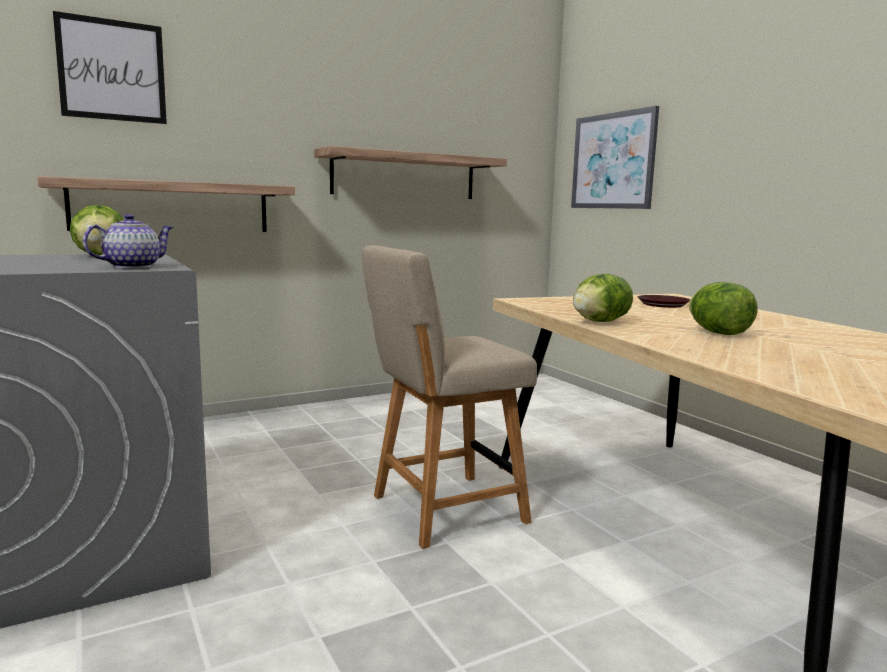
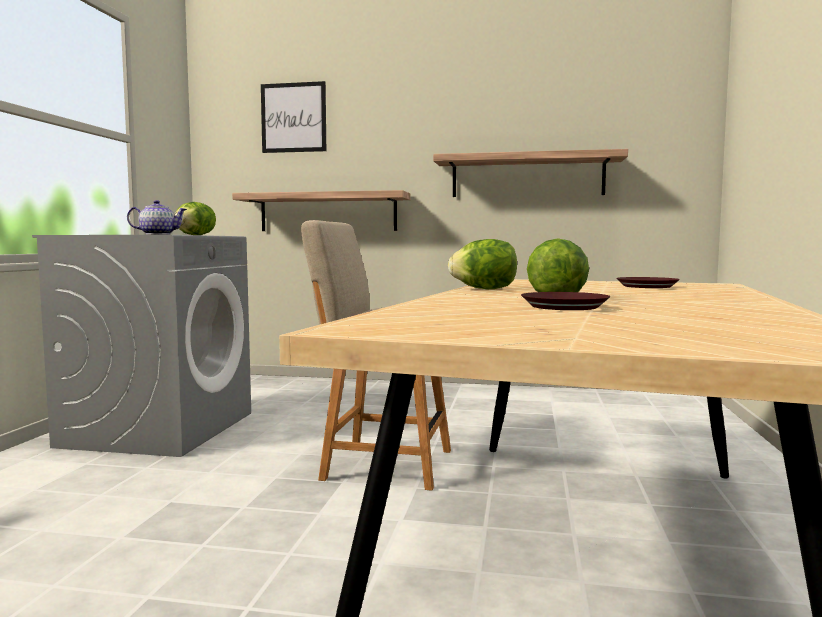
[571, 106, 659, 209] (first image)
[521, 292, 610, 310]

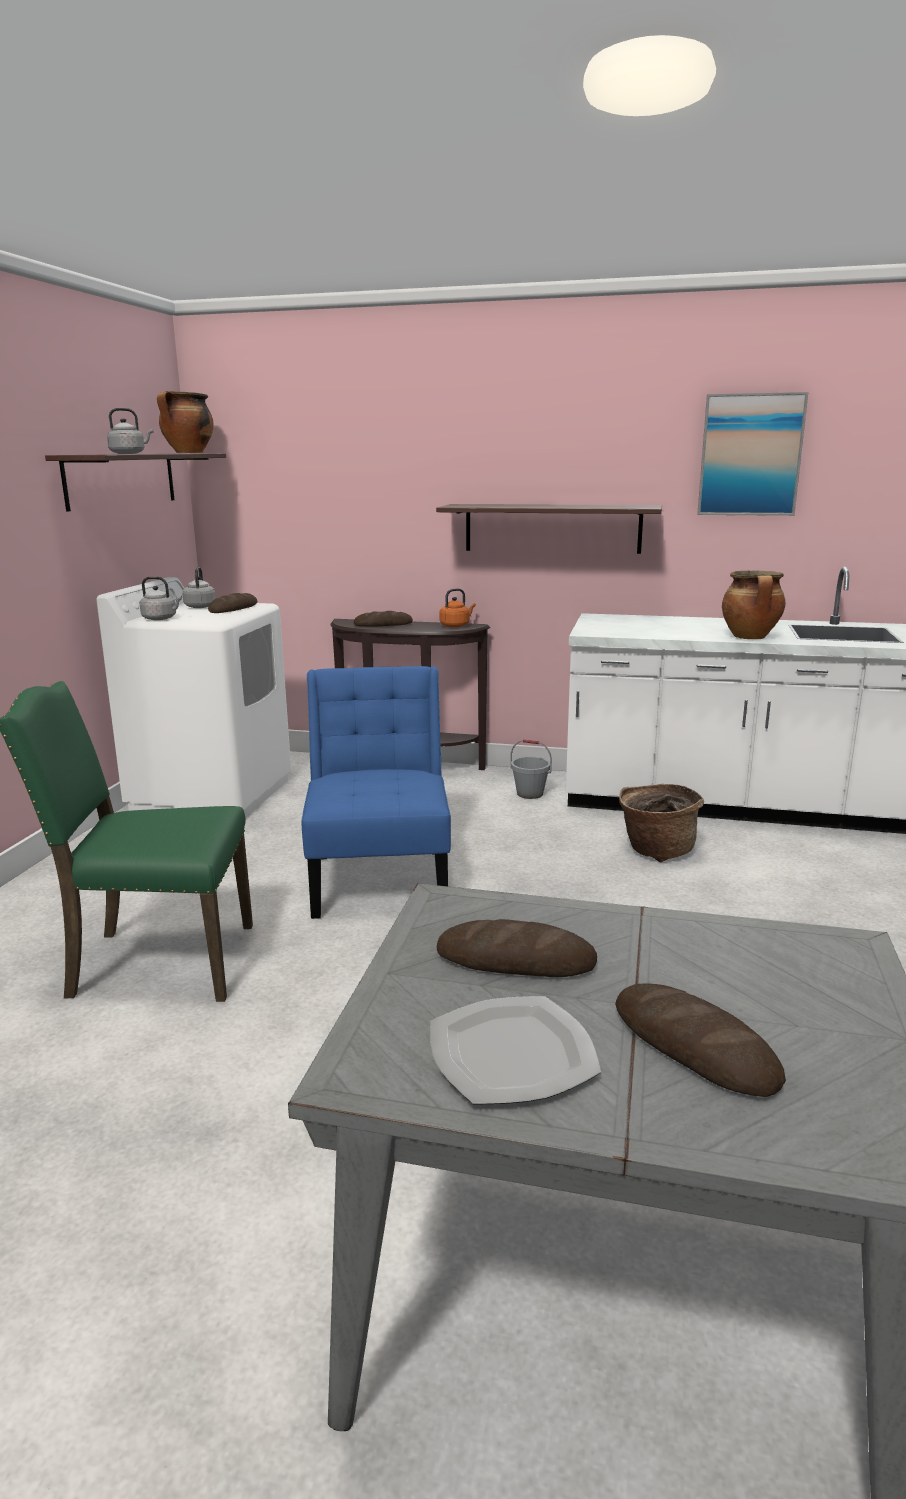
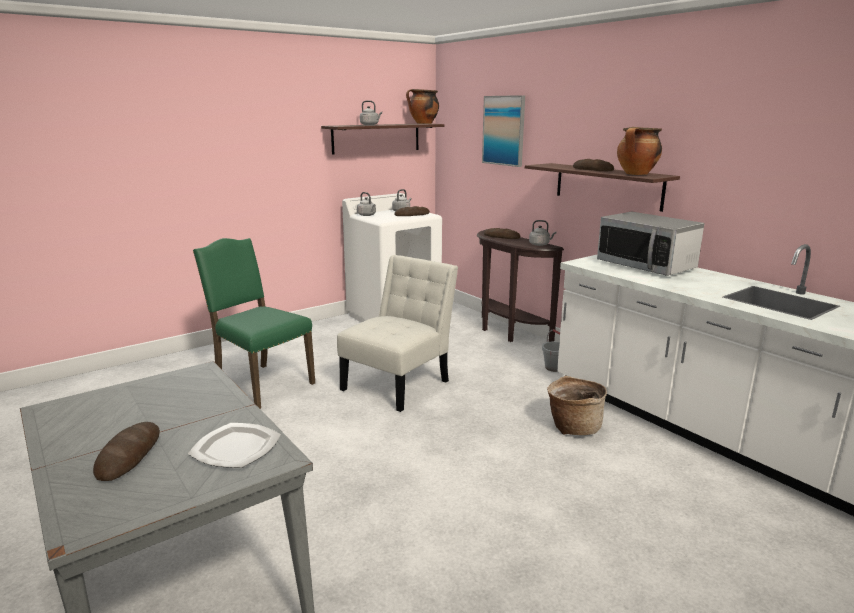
[337, 255, 458, 412]
[188, 423, 281, 468]
[573, 159, 614, 171]
[529, 220, 556, 246]
[482, 95, 525, 167]
[617, 127, 662, 175]
[597, 212, 704, 276]

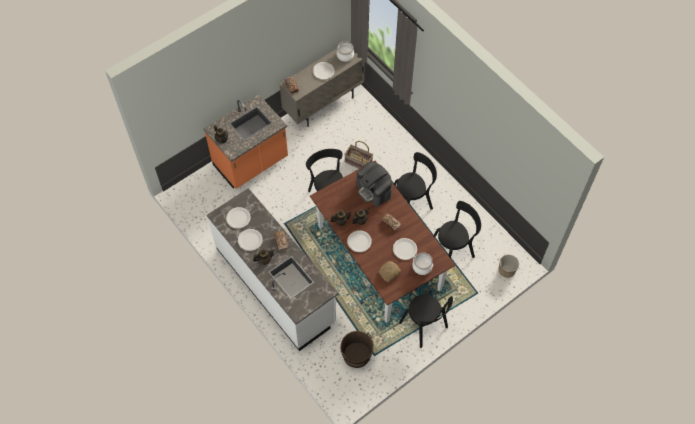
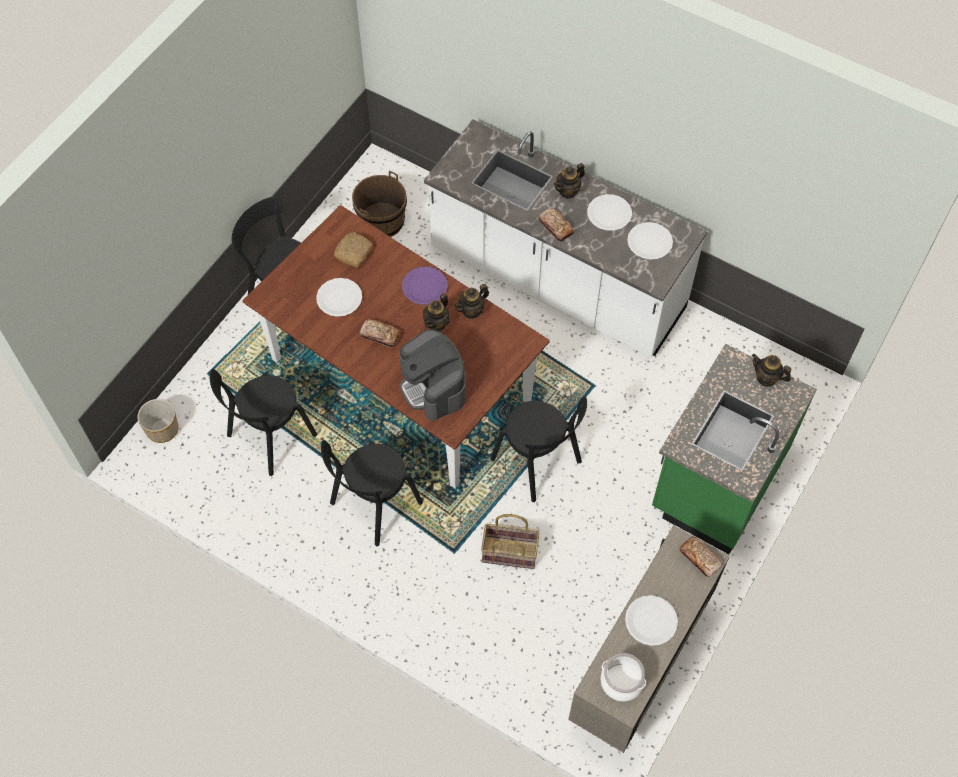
[652, 344, 817, 554]
[402, 267, 448, 305]
[399, 329, 466, 421]
[412, 253, 433, 275] (first image)

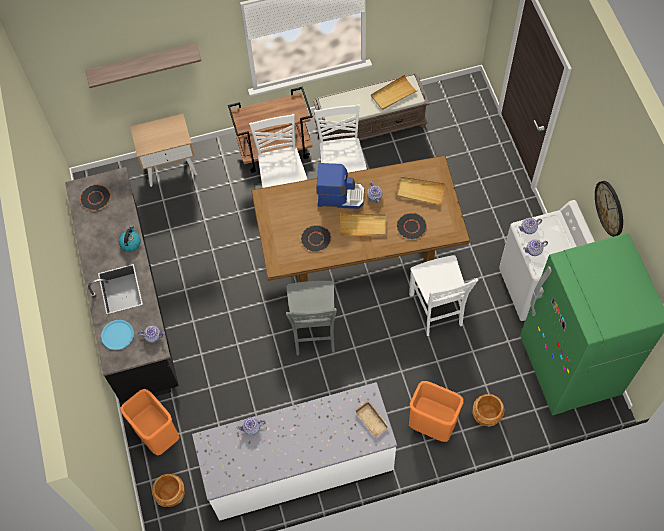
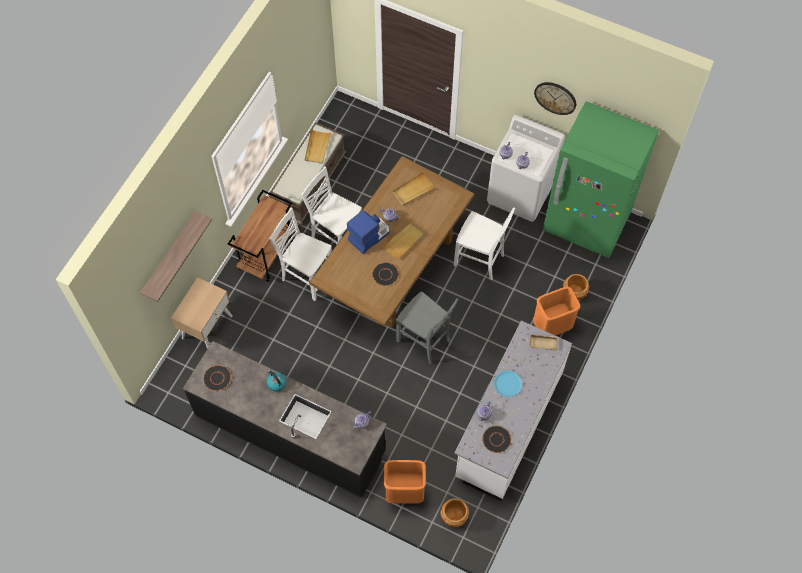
[494, 371, 522, 397]
[482, 425, 511, 453]

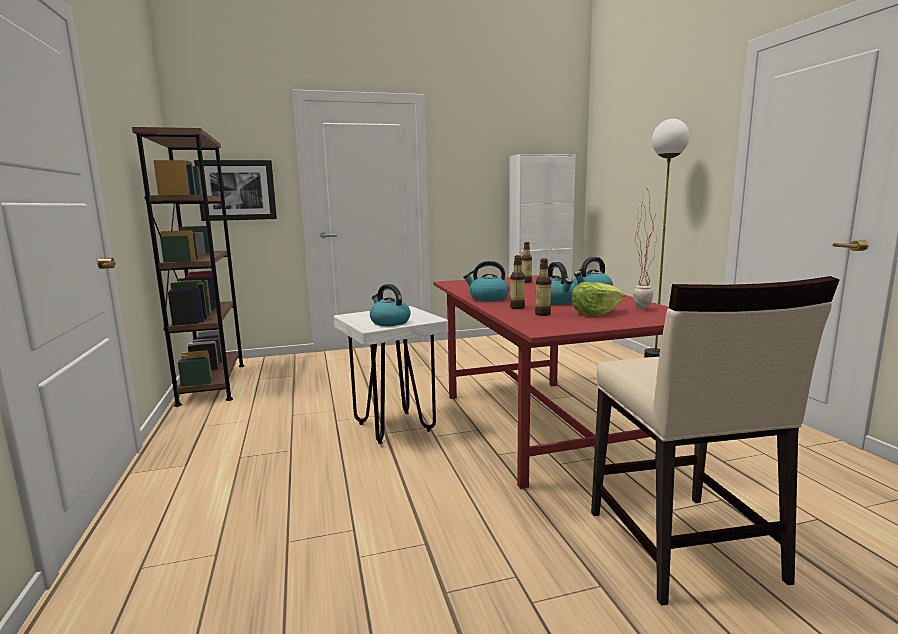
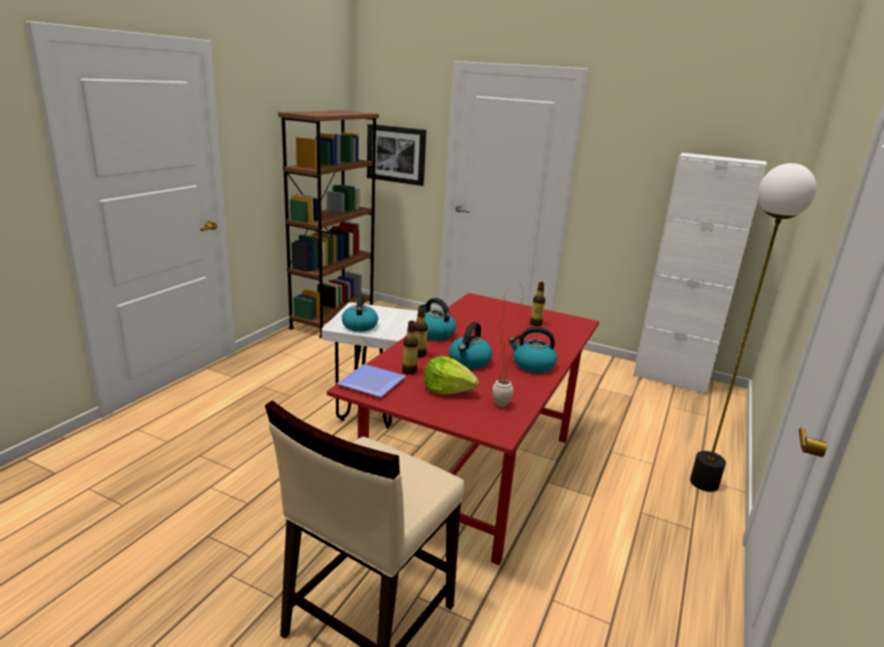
[337, 364, 406, 397]

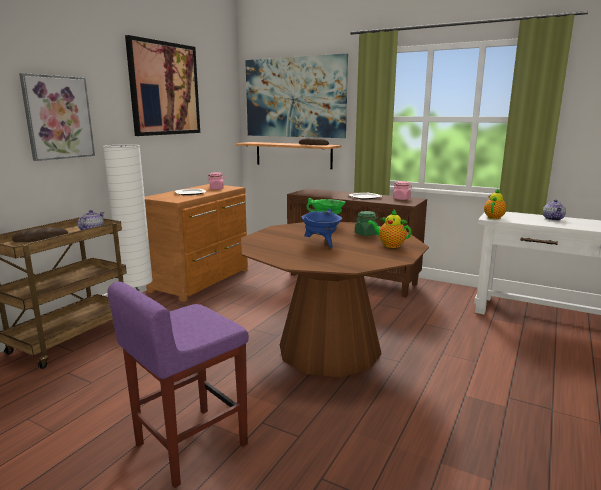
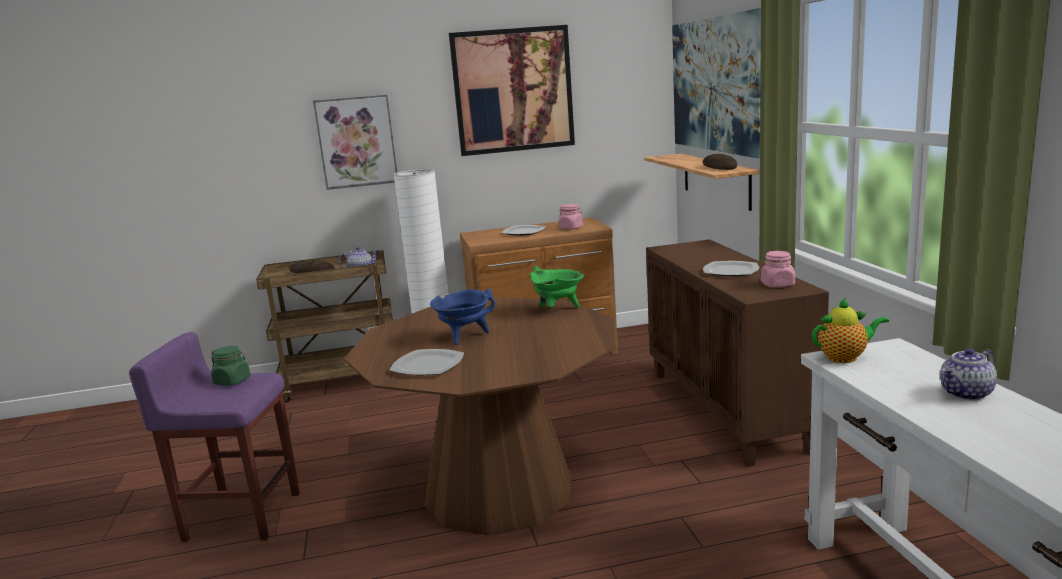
[211, 346, 250, 386]
[367, 209, 411, 248] (first image)
[389, 349, 464, 375]

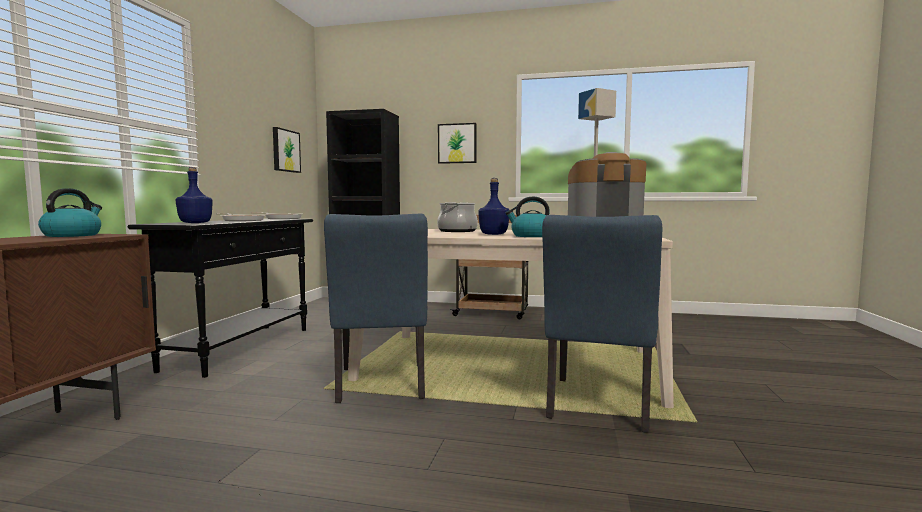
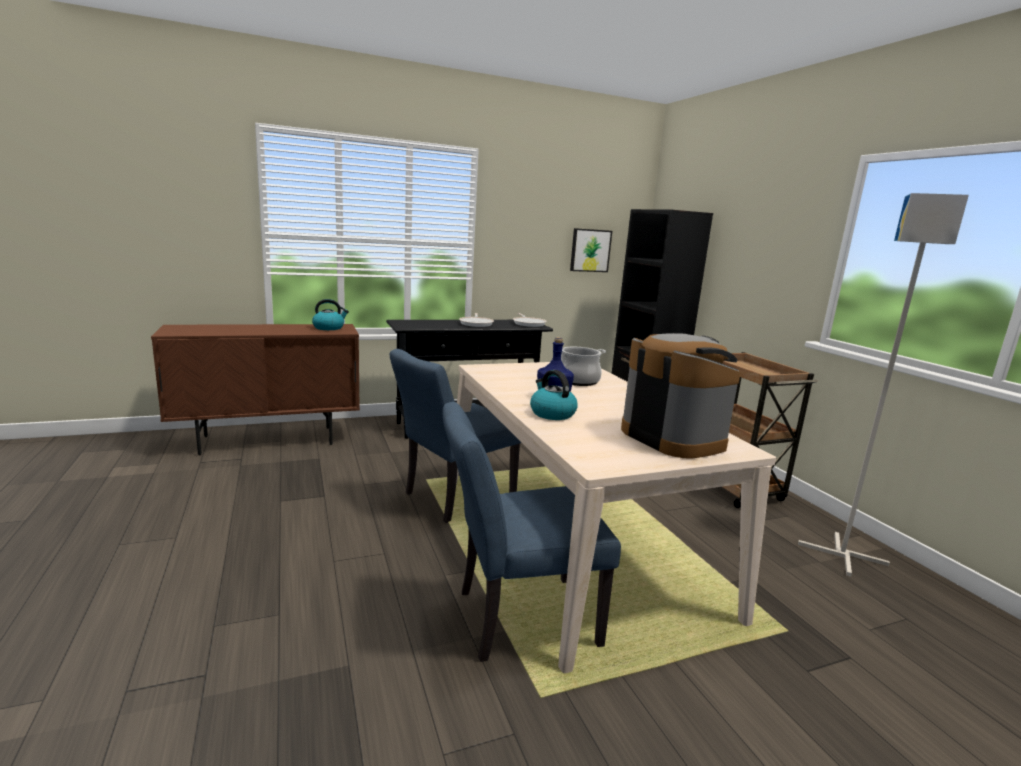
[175, 167, 213, 223] (first image)
[438, 123, 477, 164] (first image)

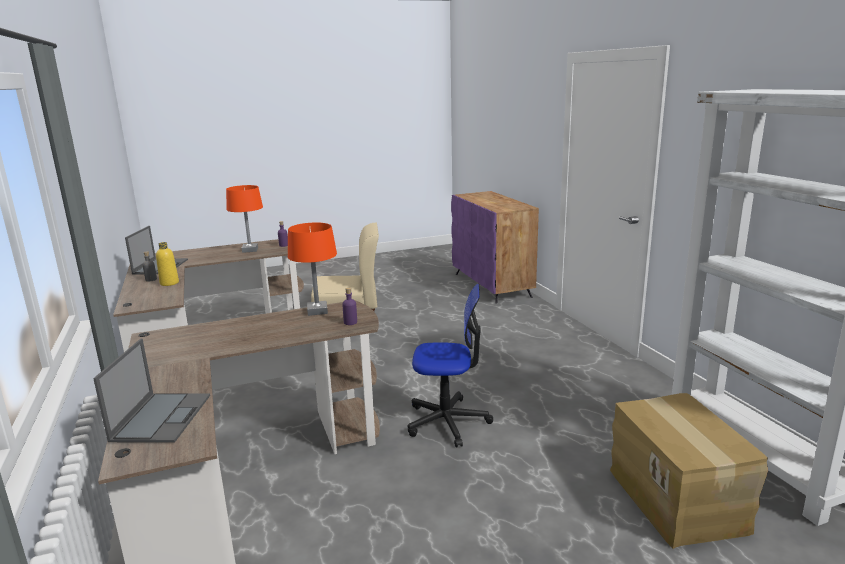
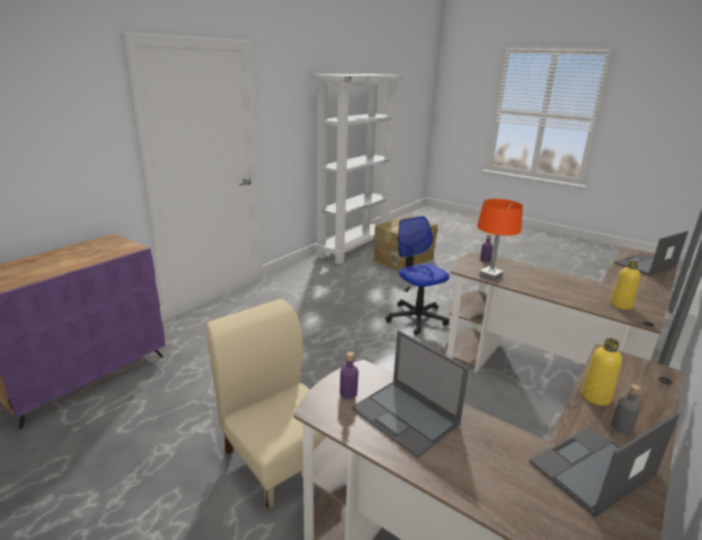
[352, 330, 469, 458]
[610, 261, 641, 310]

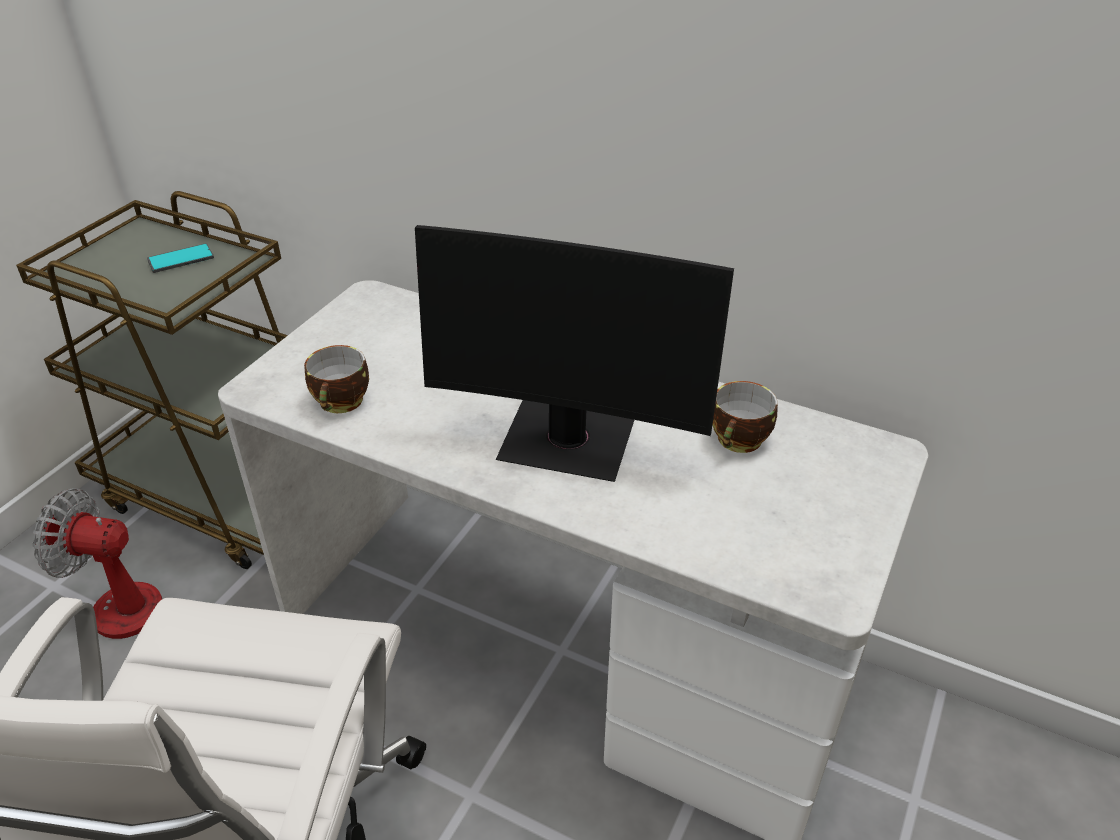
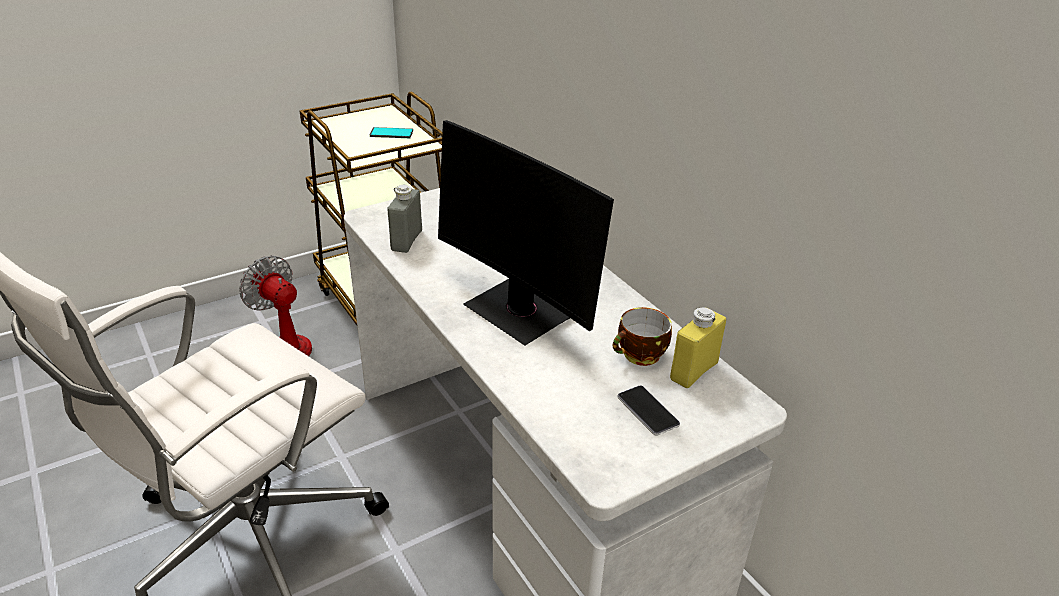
[388, 185, 422, 253]
[617, 386, 680, 436]
[670, 307, 726, 388]

